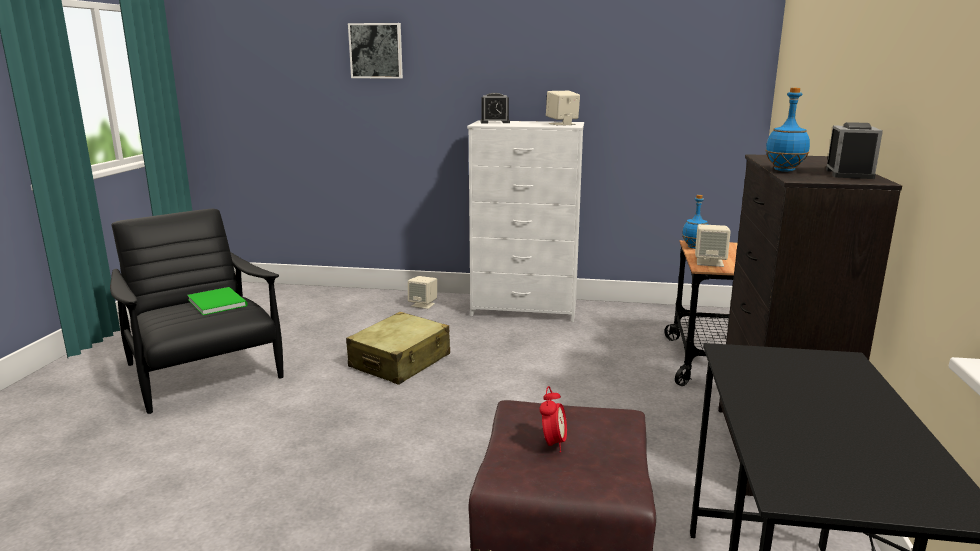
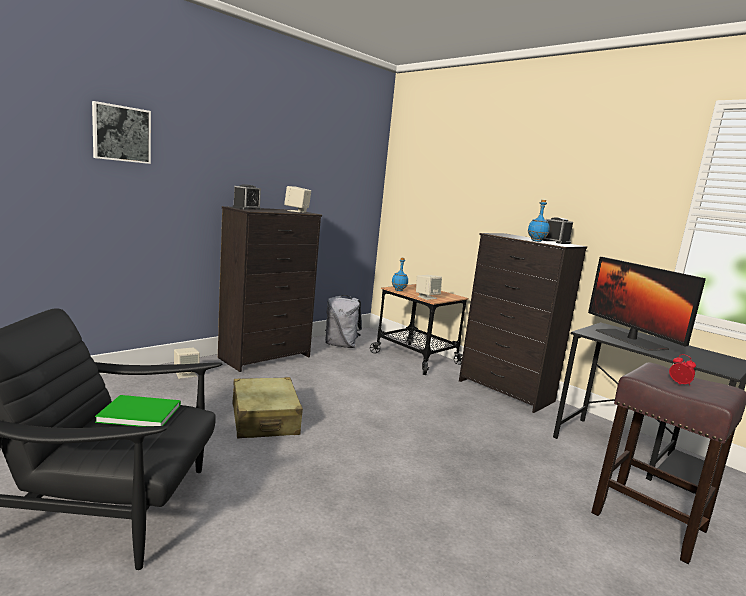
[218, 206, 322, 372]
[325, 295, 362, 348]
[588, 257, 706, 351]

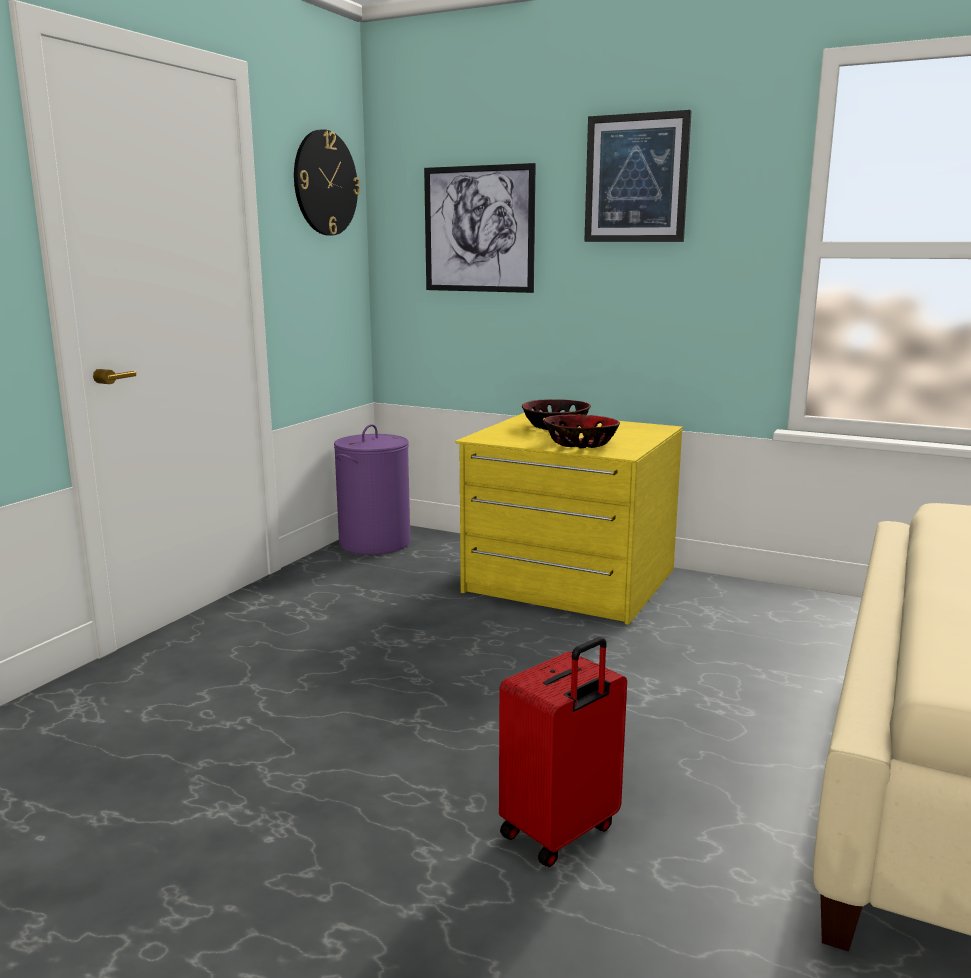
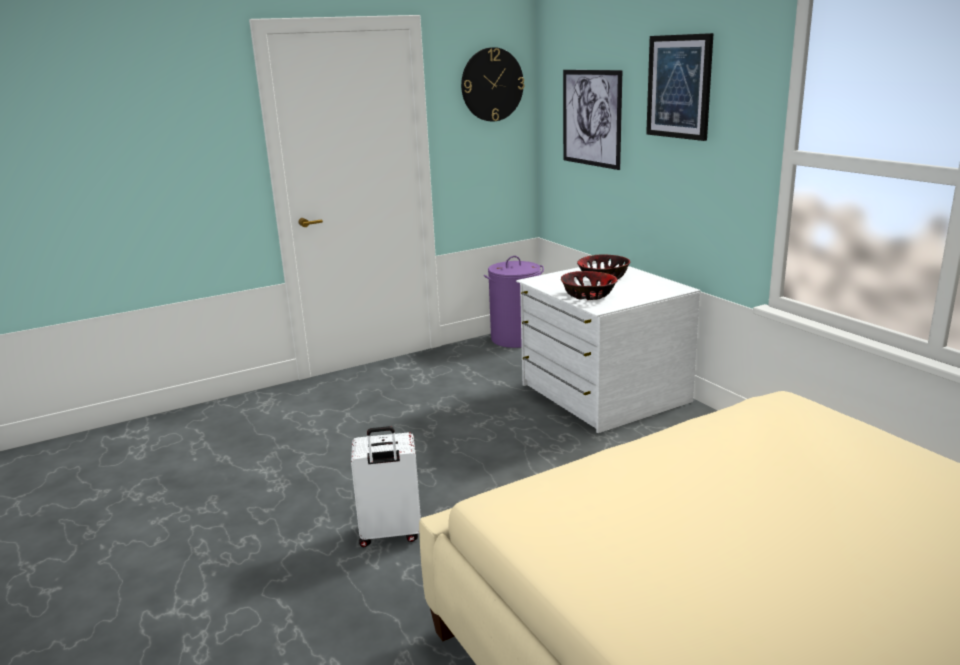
[516, 261, 700, 433]
[351, 426, 421, 547]

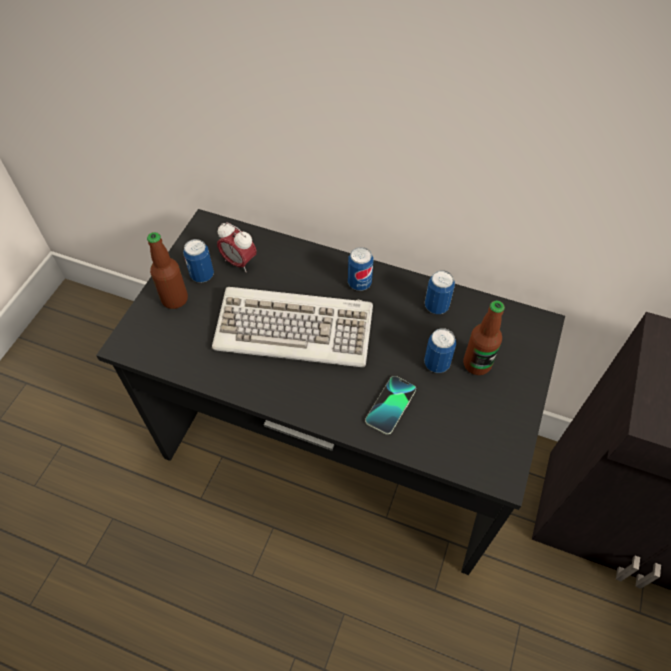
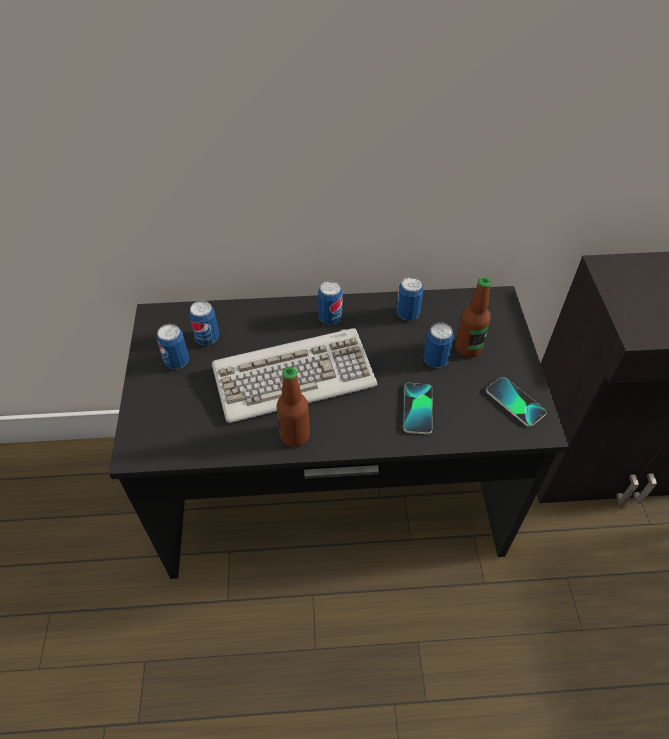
[277, 367, 310, 447]
[189, 301, 219, 345]
[486, 377, 547, 427]

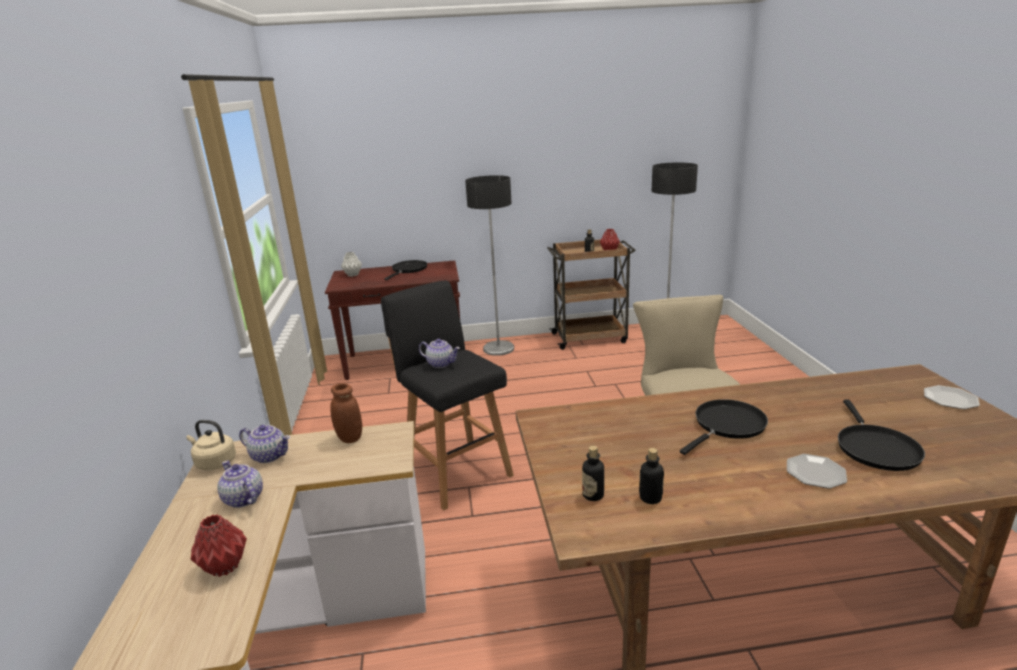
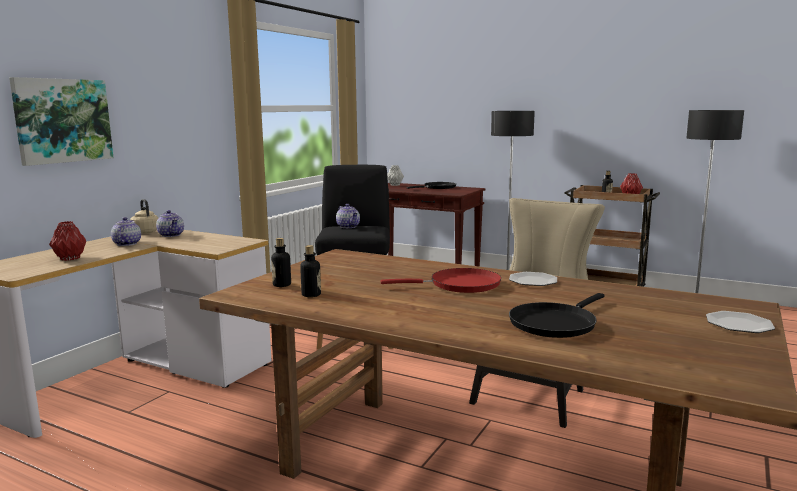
[330, 383, 362, 443] (first image)
[381, 268, 501, 293]
[509, 272, 557, 286]
[9, 77, 113, 166]

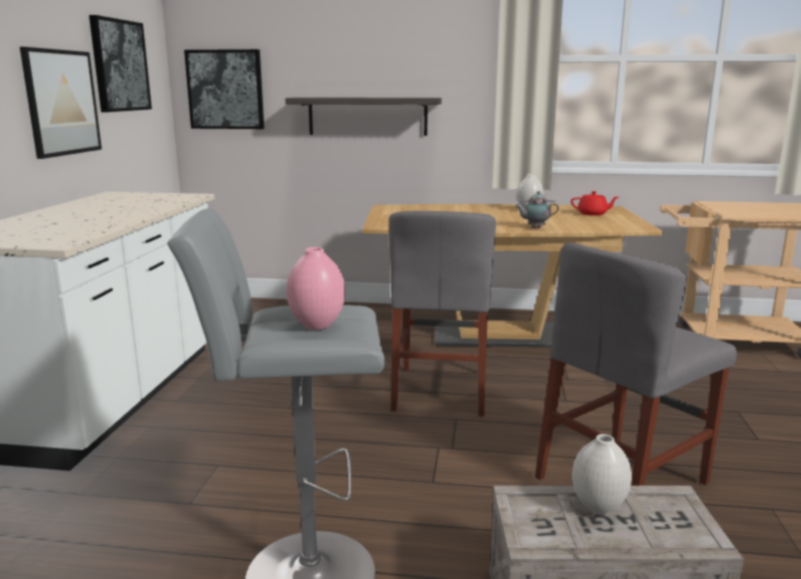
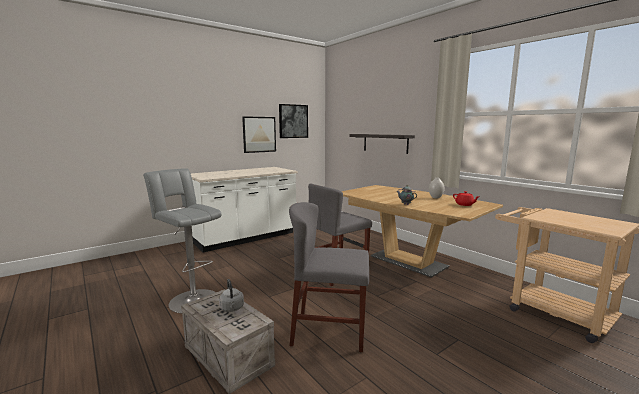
[184, 49, 264, 129] (first image)
[286, 247, 345, 330] (first image)
[219, 279, 244, 312]

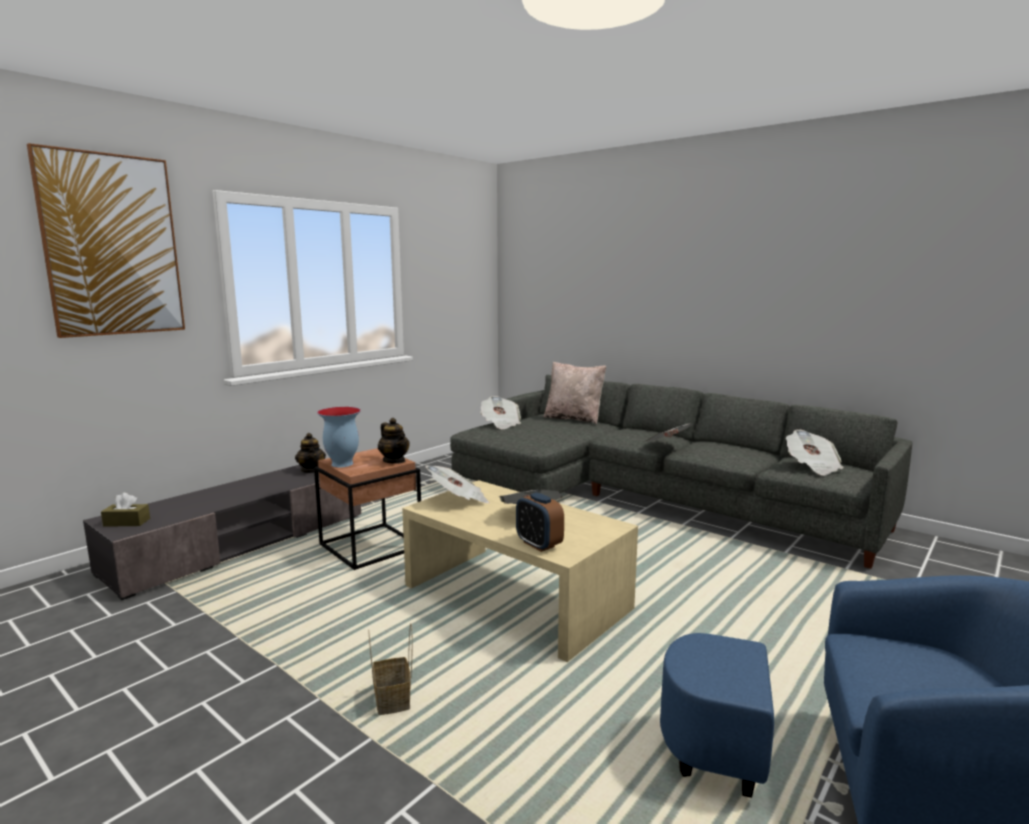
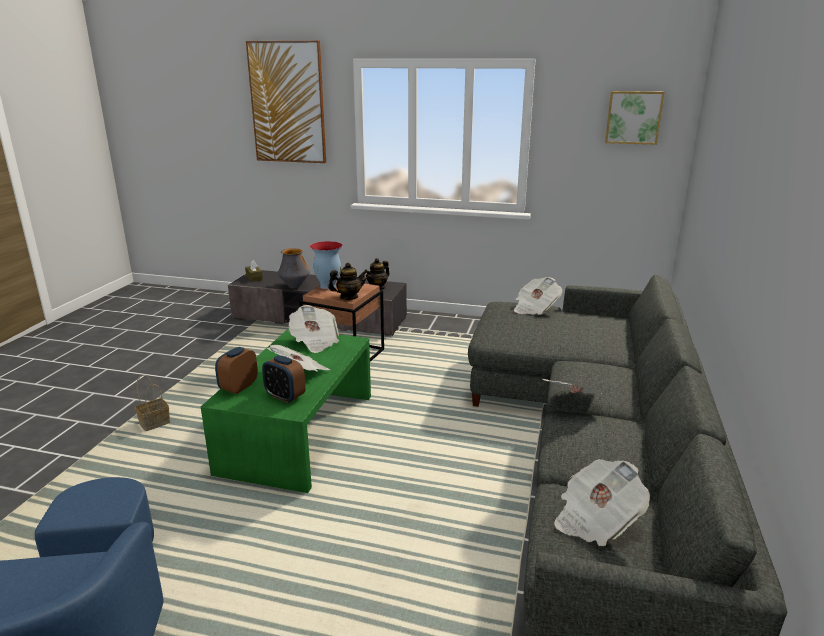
[328, 262, 367, 300]
[201, 329, 371, 493]
[544, 361, 606, 424] (first image)
[262, 355, 306, 403]
[278, 248, 310, 289]
[605, 91, 665, 145]

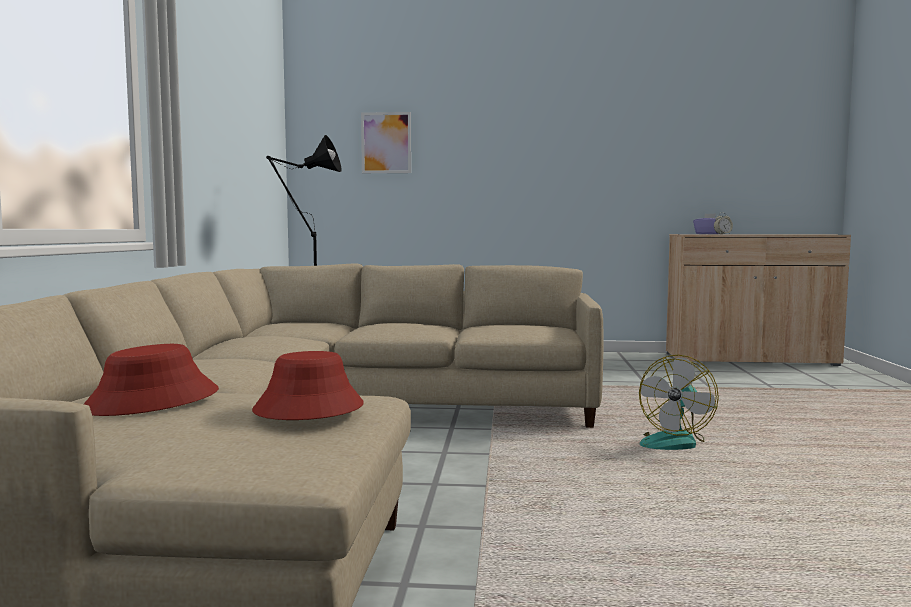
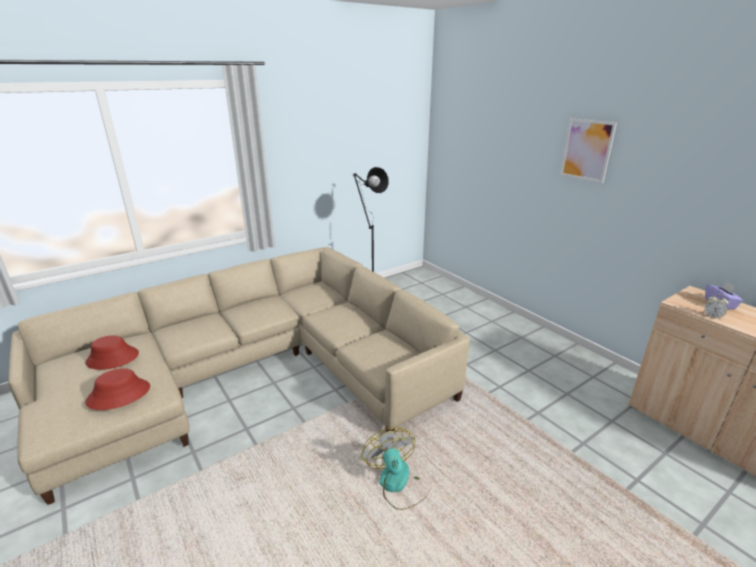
[560, 118, 617, 183]
[362, 427, 430, 510]

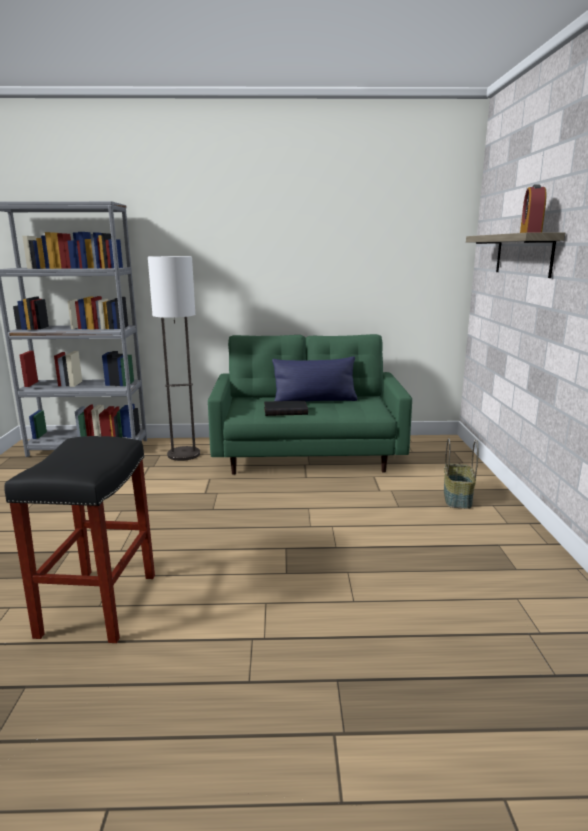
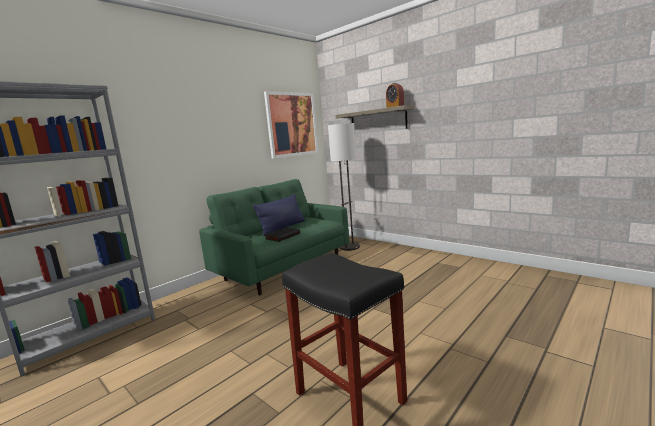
[328, 123, 360, 251]
[444, 438, 478, 509] (first image)
[264, 91, 318, 159]

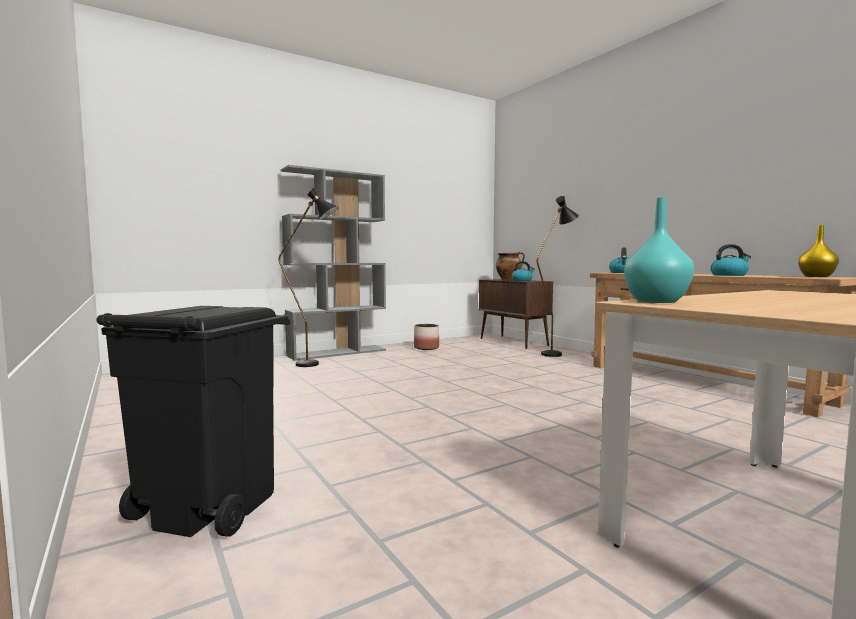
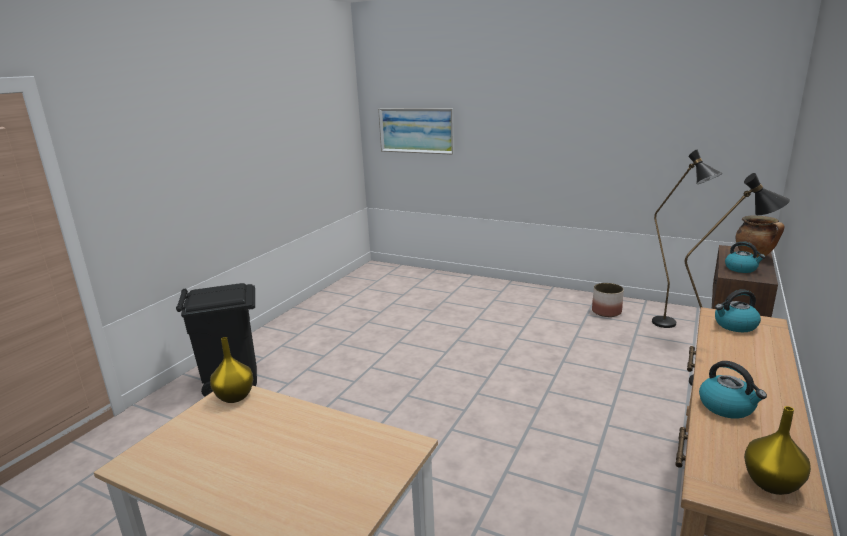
[652, 149, 722, 328]
[281, 165, 386, 361] (first image)
[210, 337, 253, 403]
[378, 108, 454, 155]

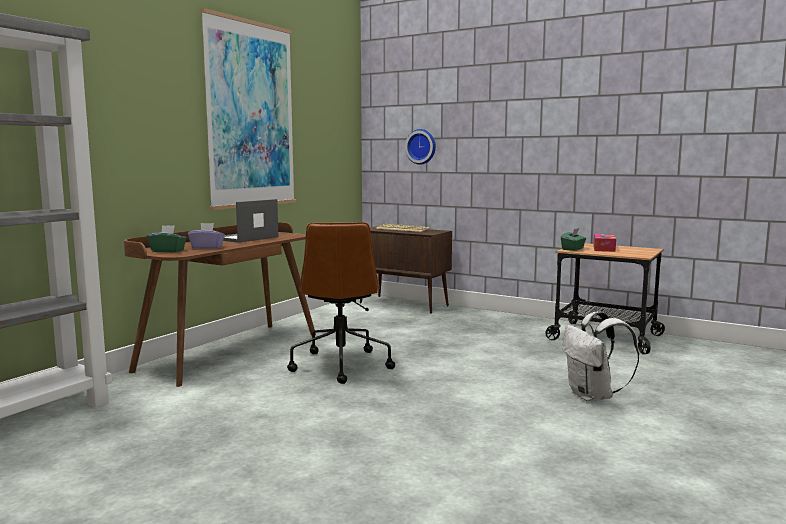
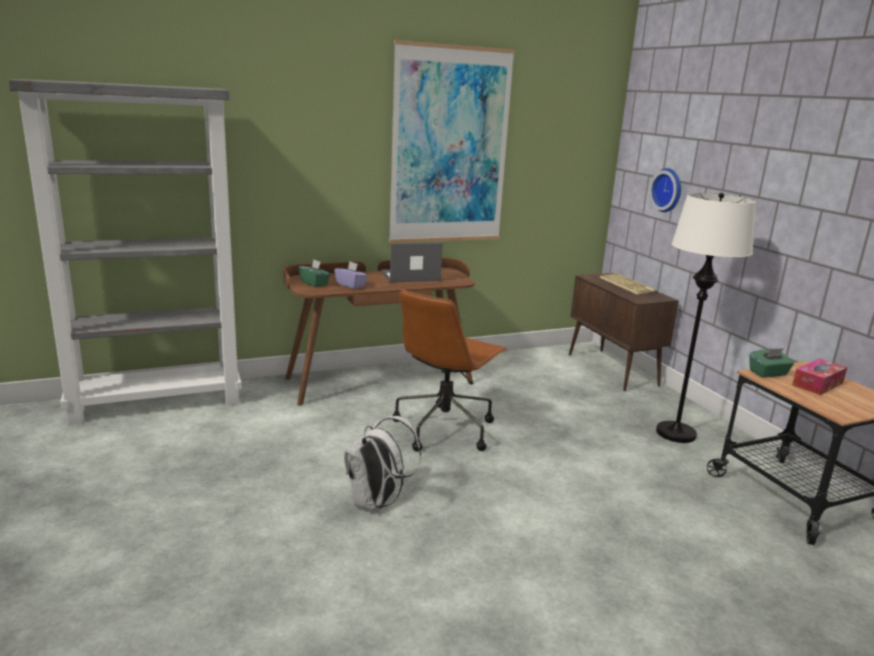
[344, 416, 421, 511]
[656, 193, 756, 443]

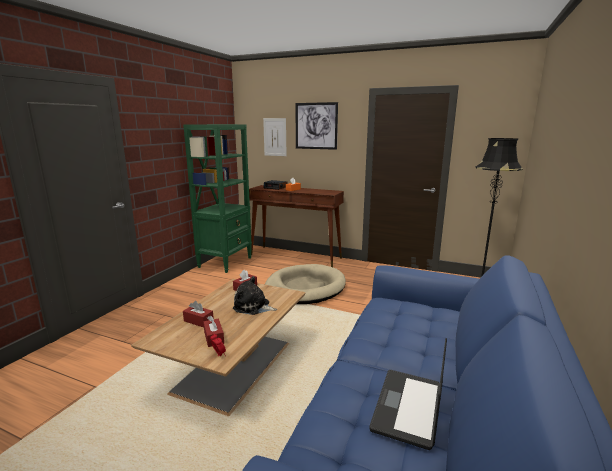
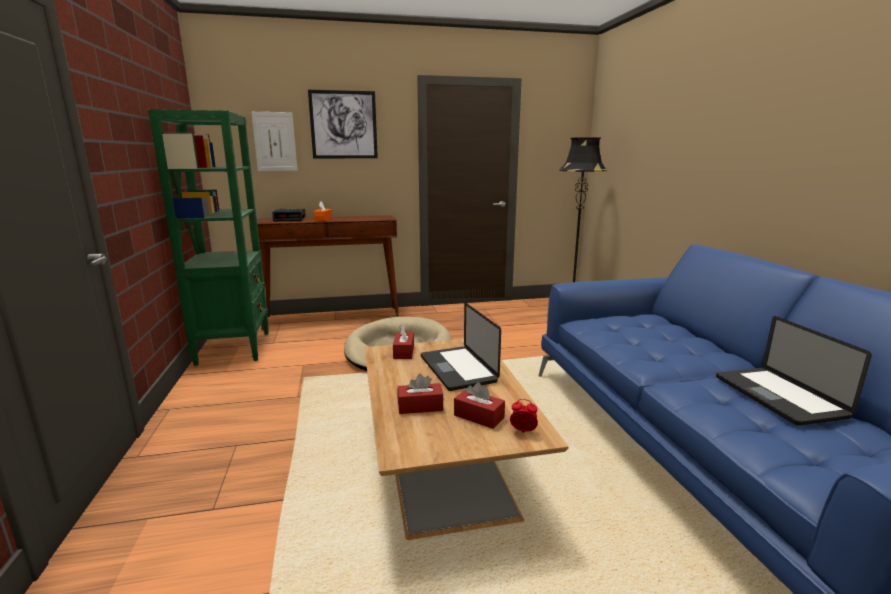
[421, 303, 501, 391]

